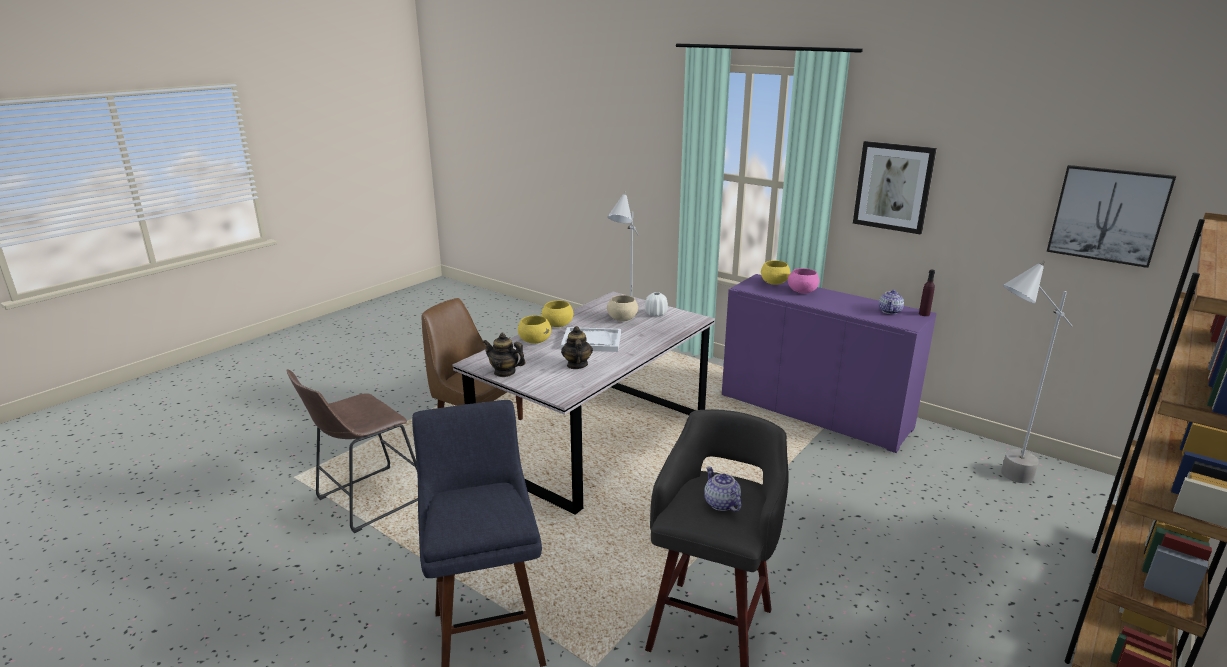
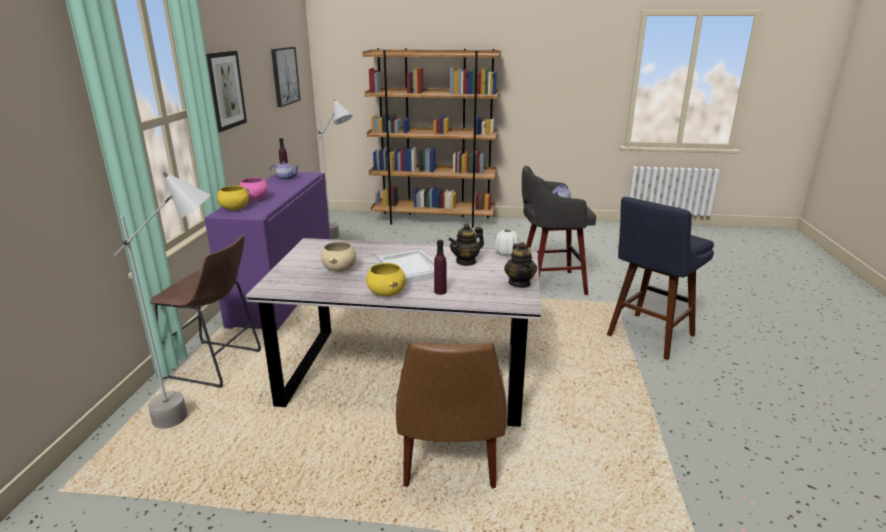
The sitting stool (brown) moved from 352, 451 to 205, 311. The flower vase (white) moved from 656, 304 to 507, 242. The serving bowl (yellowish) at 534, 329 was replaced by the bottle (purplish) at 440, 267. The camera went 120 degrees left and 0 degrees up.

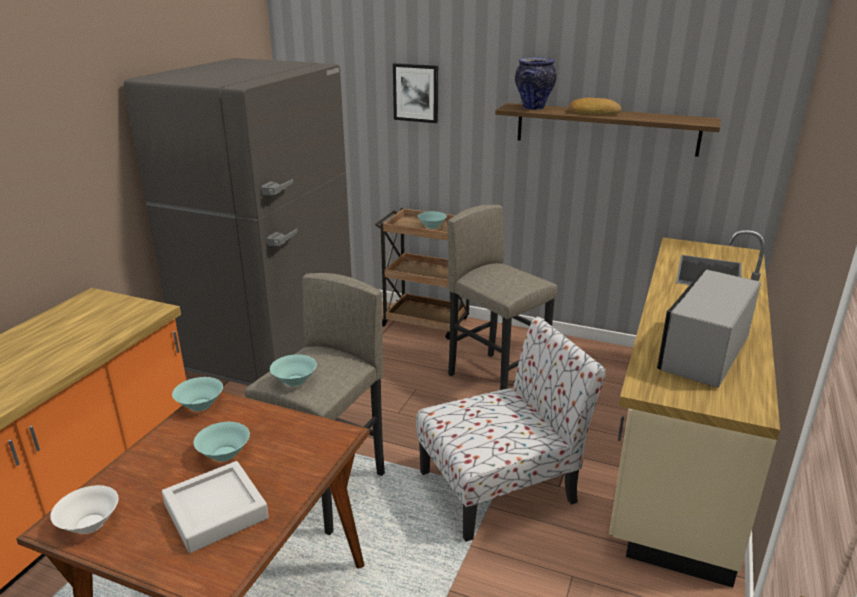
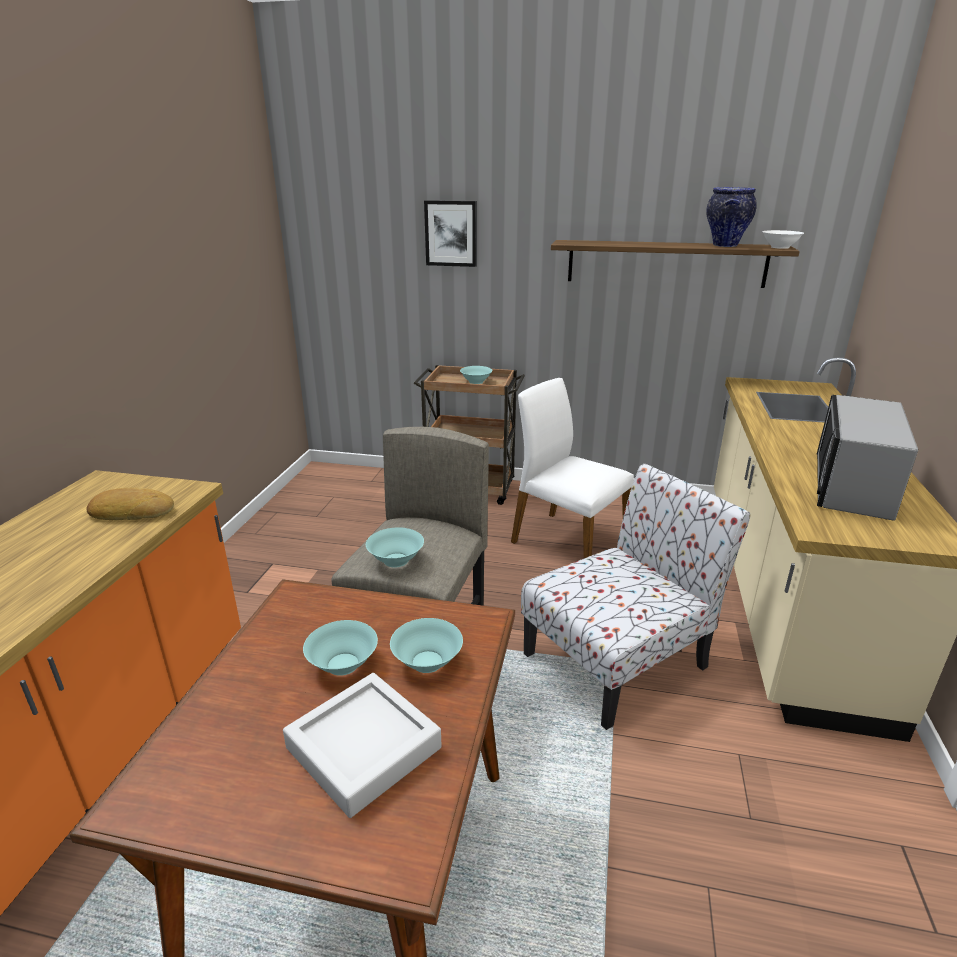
The fridge (gray) at 237, 222 disappeared. The serving bowl (white) moved from 84, 509 to 783, 239. The serving bowl (turquoise) moved from 197, 394 to 426, 645. The flower vase moved from 535, 83 to 731, 217. The bread moved from 594, 106 to 130, 504. The sitting stool (gray) at 503, 297 was replaced by the plain chair (white) at 572, 468. The camera went 10 degrees left and 0 degrees up.

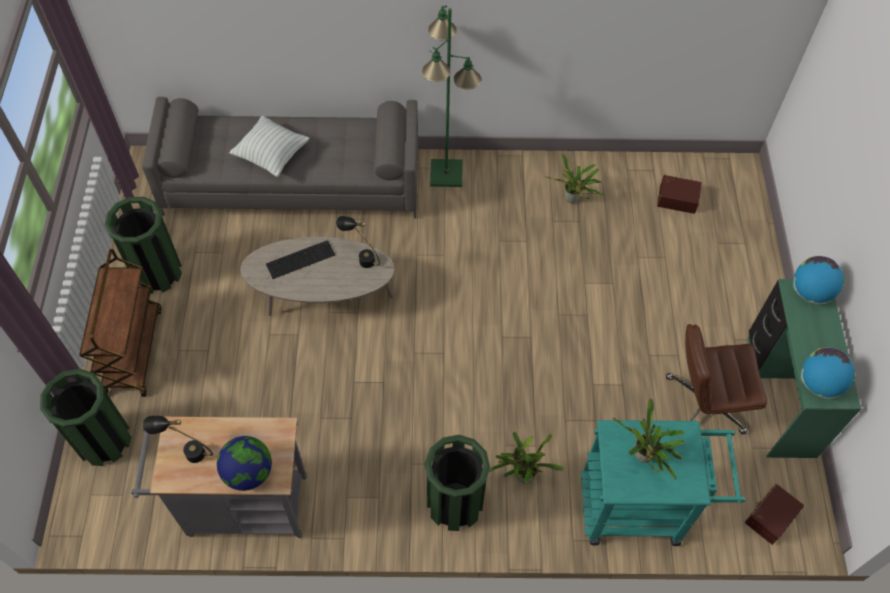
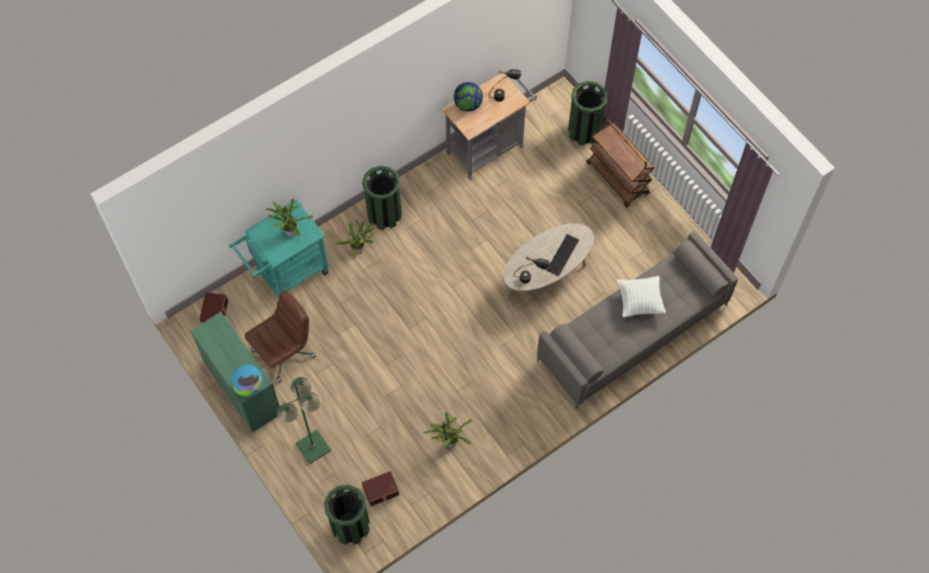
The world globe at 828, 373 disappeared. The waste bin (green-coloured) moved from 143, 245 to 347, 515. The standard lamp (green-coloured) moved from 451, 96 to 304, 421. The camera went 145 degrees right and 5 degrees up.

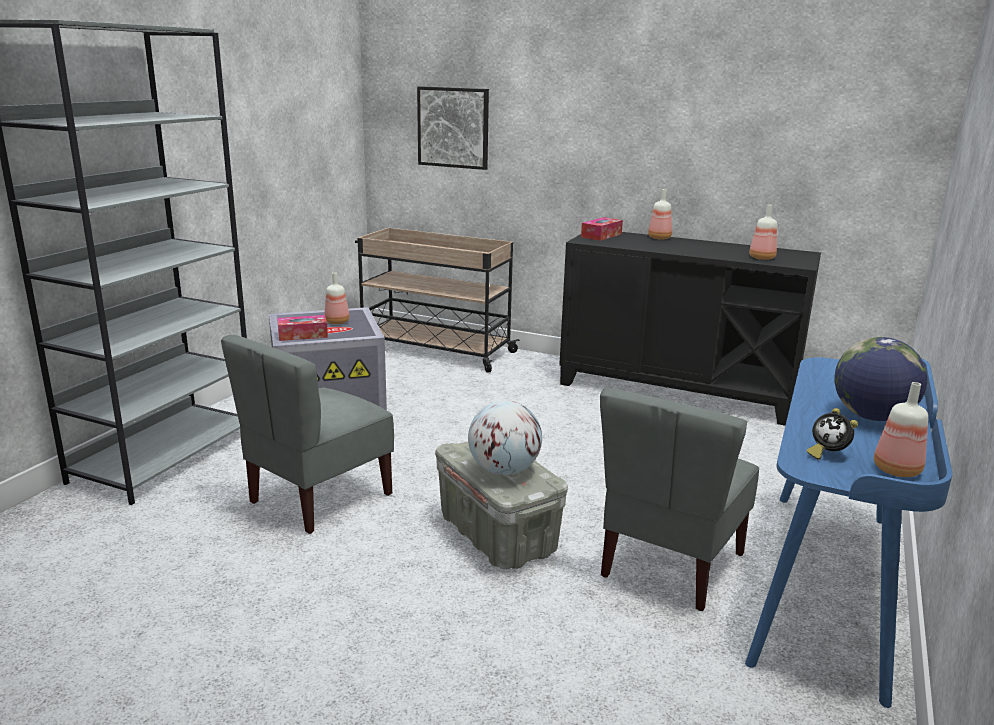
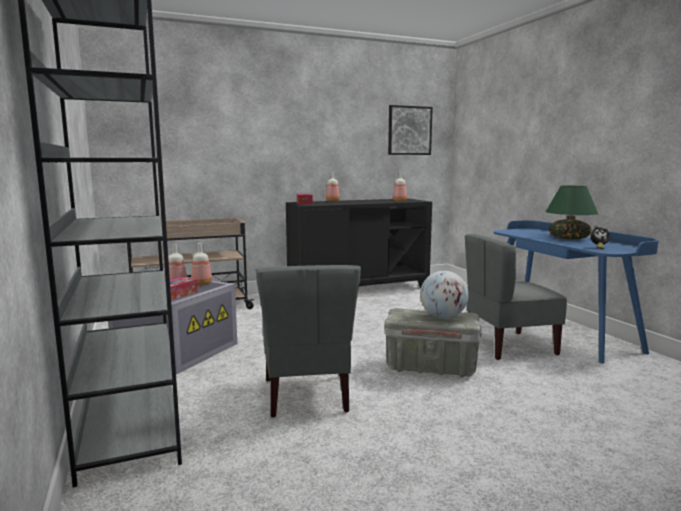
The wall picture moved from 453, 128 to 410, 130. The bottle moved from 901, 429 to 201, 264. The world globe at 880, 379 was replaced by the lamp for a table (green-coloured) at 571, 213. The plain chair (gray) at 679, 499 turned 90 degrees clockwise. The camera went 45 degrees left and 10 degrees down.

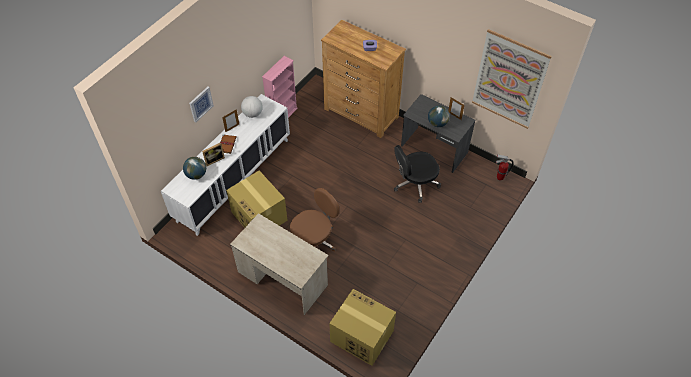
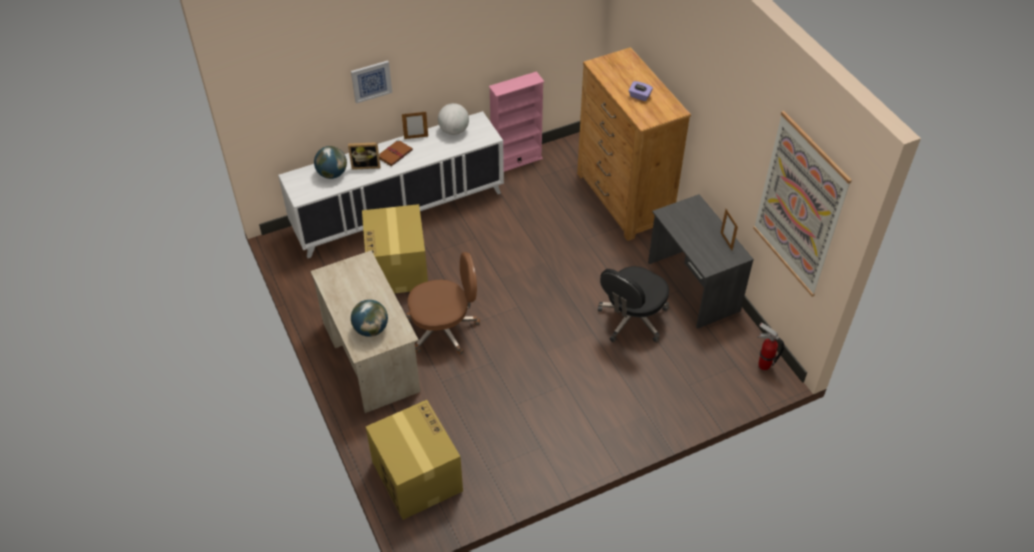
The world globe moved from 439, 116 to 369, 318. The desk chair (black) at 417, 174 turned 60 degrees counterclockwise. The camera went 30 degrees right and 5 degrees down.

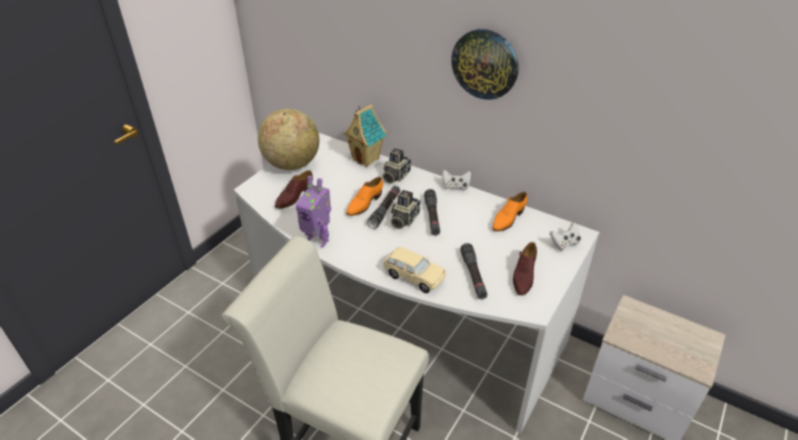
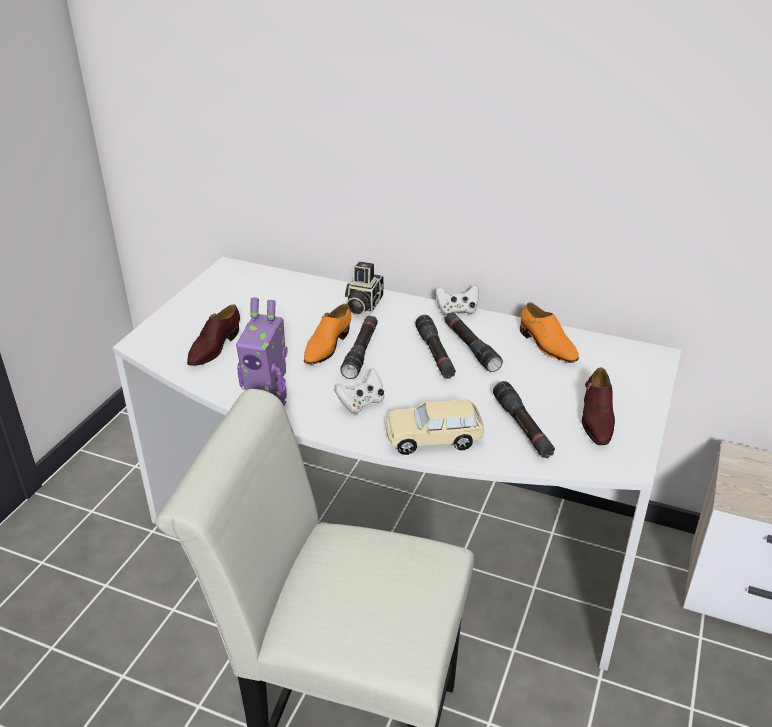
The world globe at 288, 139 disappeared. The toy house at 365, 135 disappeared. The photo camera at 405, 209 disappeared. The hanging clock at 485, 64 disappeared. The hand torch (black) at 473, 342 appeared. The game controller (white) moved from 565, 236 to 359, 391. The toy car (beige-coloured) at 414, 270 turned 150 degrees clockwise. The low shoe (orangey) at 509, 211 turned 60 degrees counterclockwise. The camera went 10 degrees left and 5 degrees down.

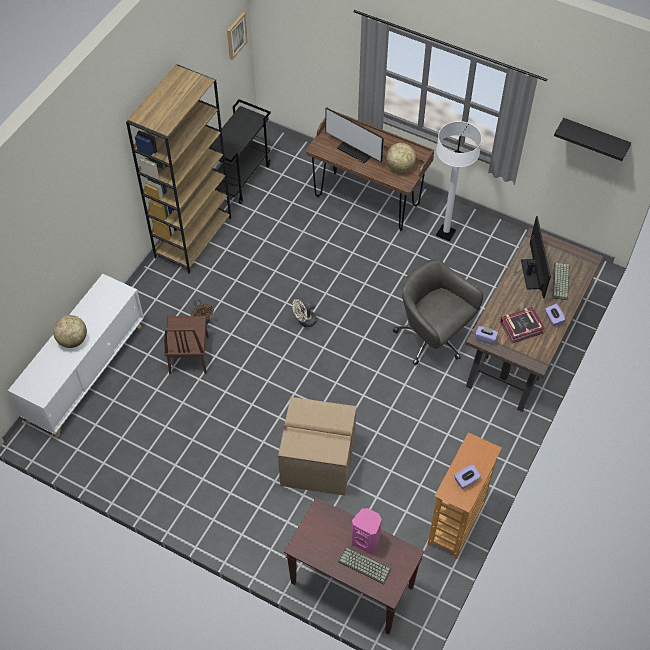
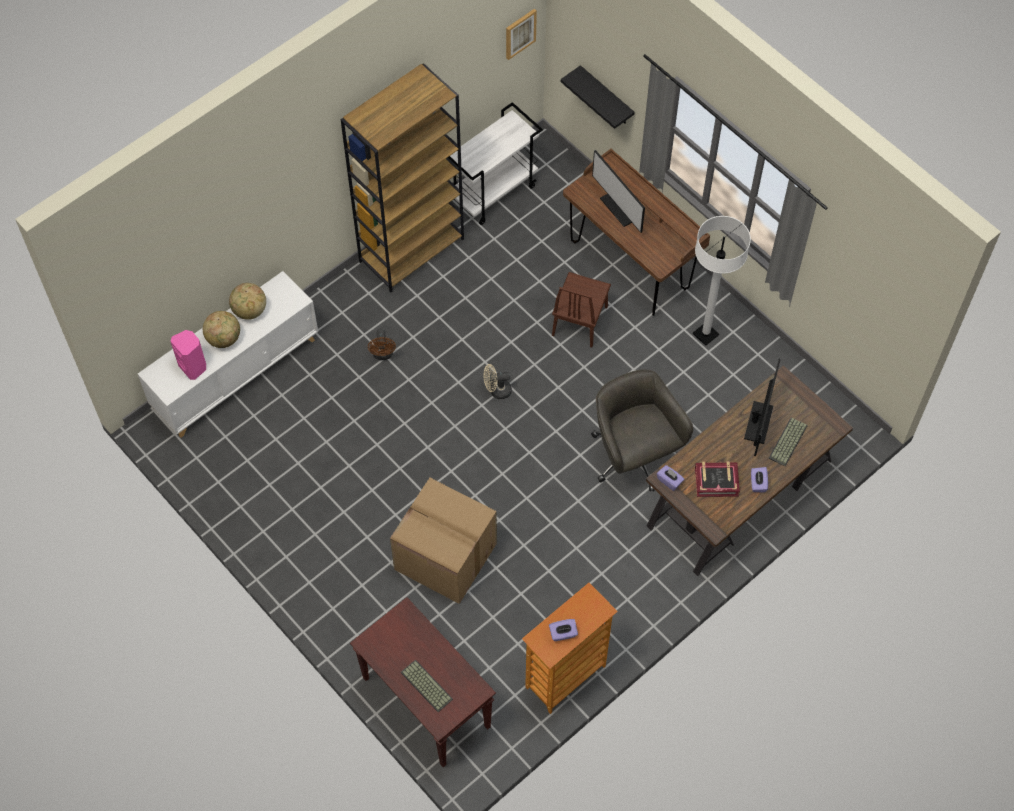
The plain chair (brown) moved from 186, 345 to 581, 310. The audio speaker (pink-coloured) moved from 366, 531 to 188, 355. The world globe moved from 401, 158 to 247, 301. The wall shelf (black) moved from 592, 139 to 598, 97. The trolley (black) at 240, 151 became the trolley (white) at 495, 163. The camera went 20 degrees right and 5 degrees up.

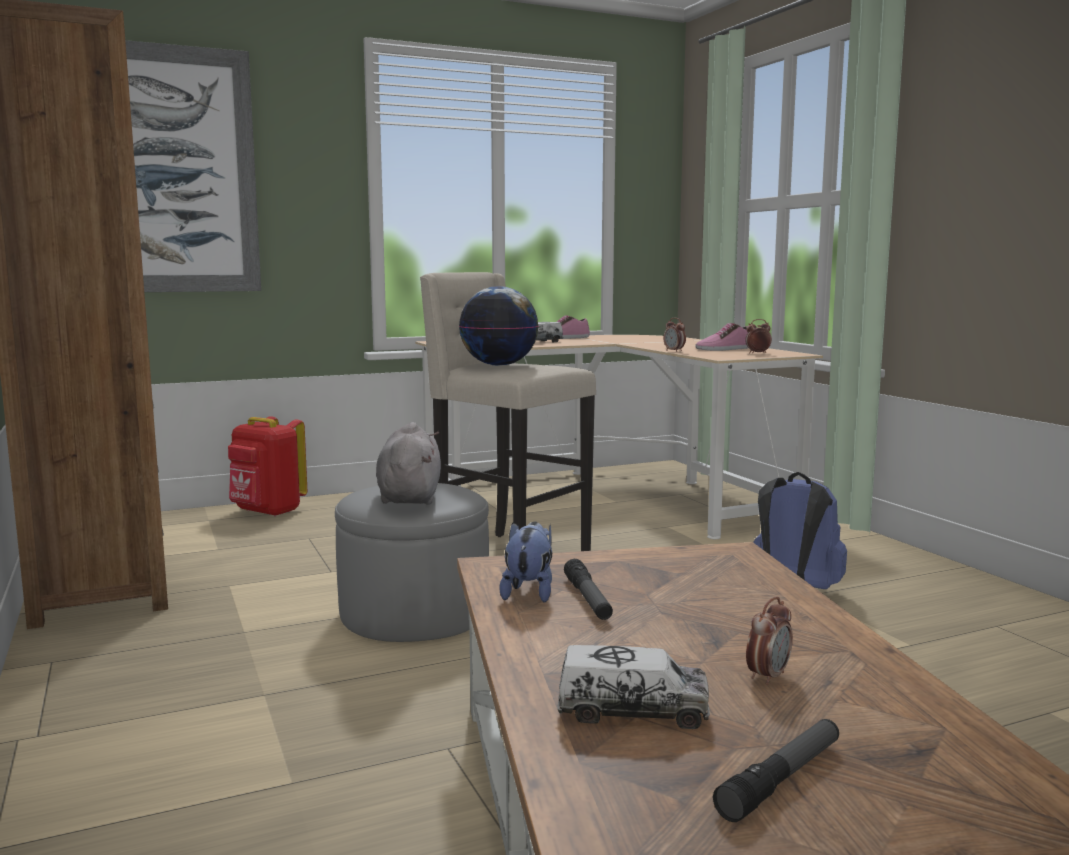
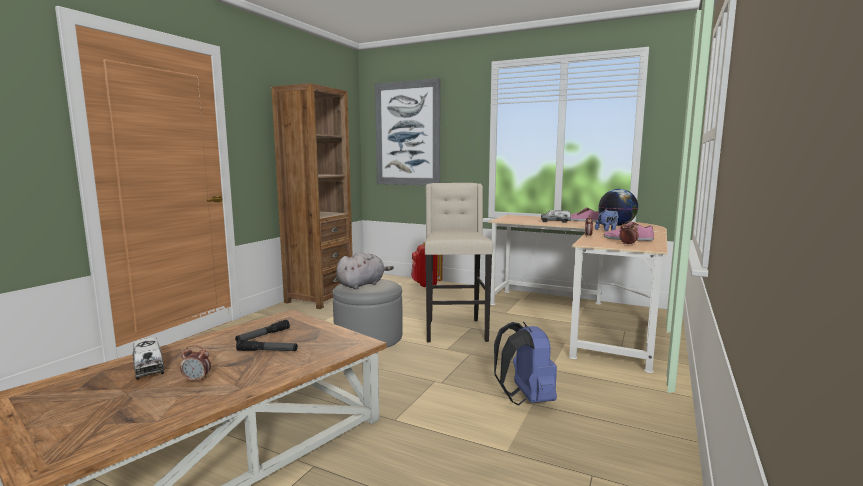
The world globe moved from 499, 326 to 618, 207. The plush toy moved from 525, 562 to 607, 220. The hand torch moved from 776, 770 to 267, 345. The camera went 50 degrees right and 0 degrees up.

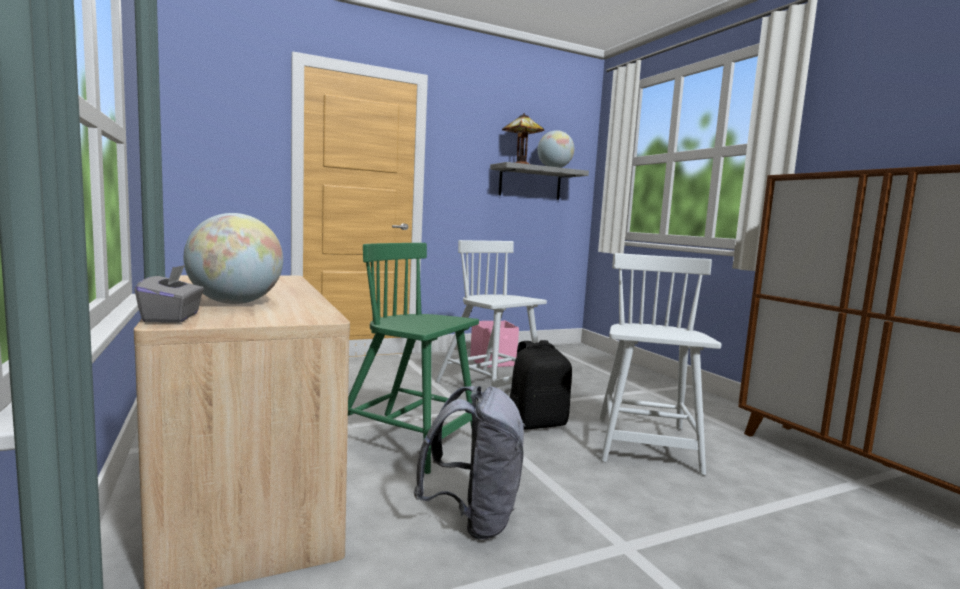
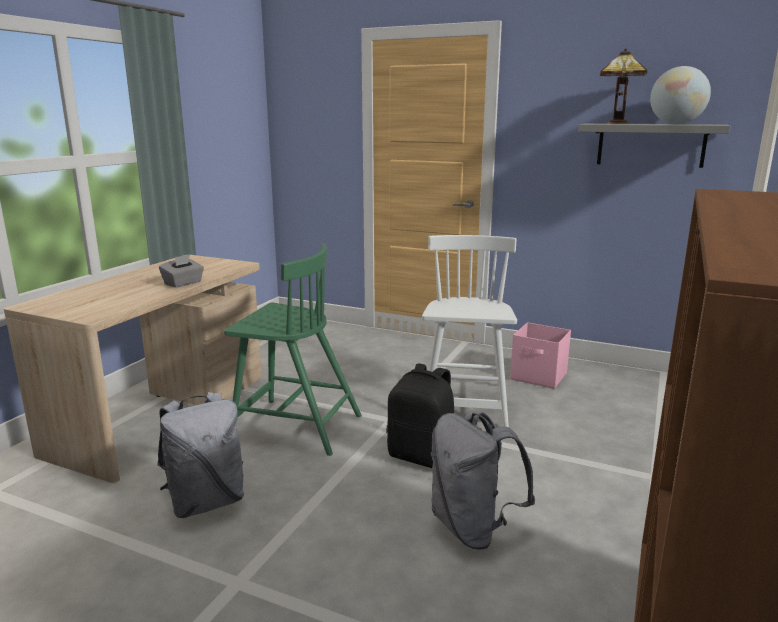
The world globe at 233, 258 disappeared. The tissue holder (gray) moved from 169, 294 to 181, 271. The plain chair (white) at 660, 364 was replaced by the rucksack (gray) at 483, 480. The plain chair (green-coloured) at 413, 358 turned 120 degrees clockwise. The camera went 50 degrees right and 10 degrees up.

